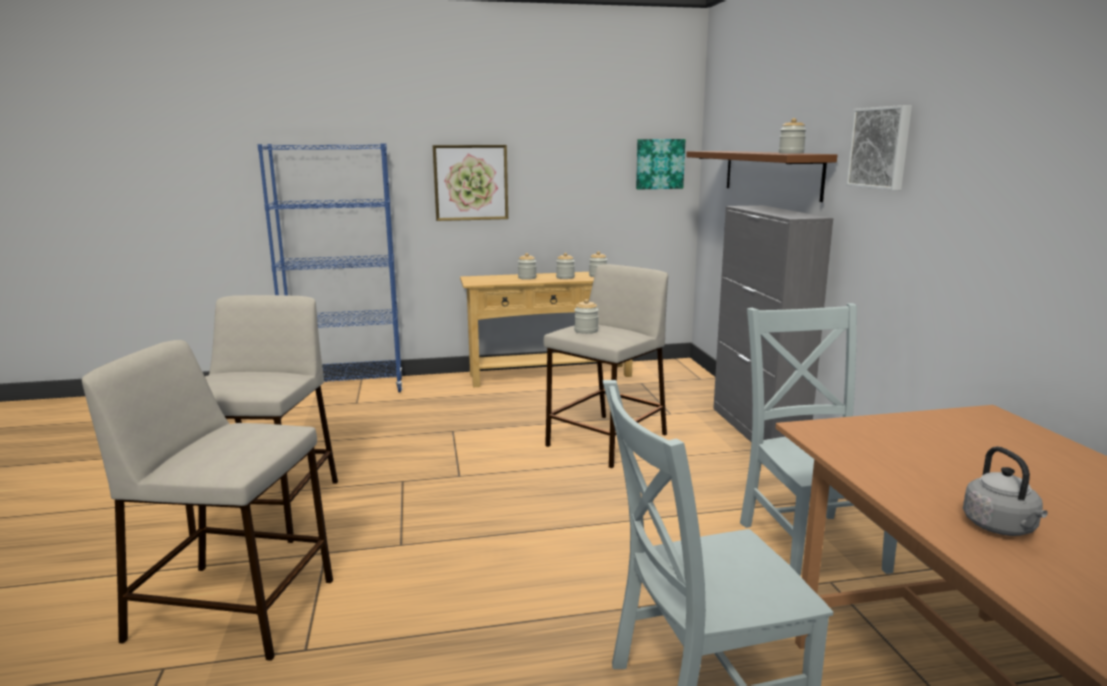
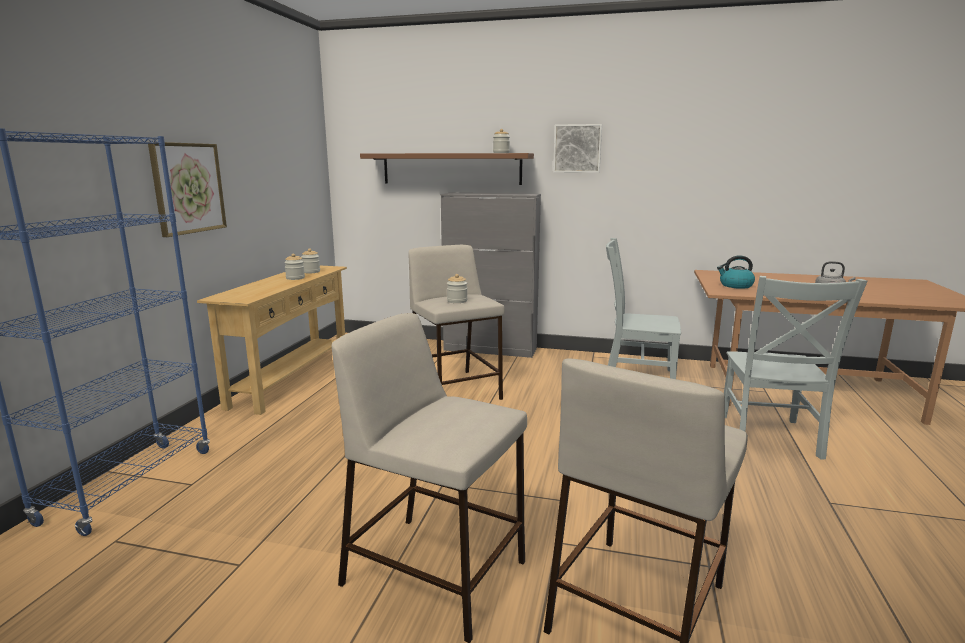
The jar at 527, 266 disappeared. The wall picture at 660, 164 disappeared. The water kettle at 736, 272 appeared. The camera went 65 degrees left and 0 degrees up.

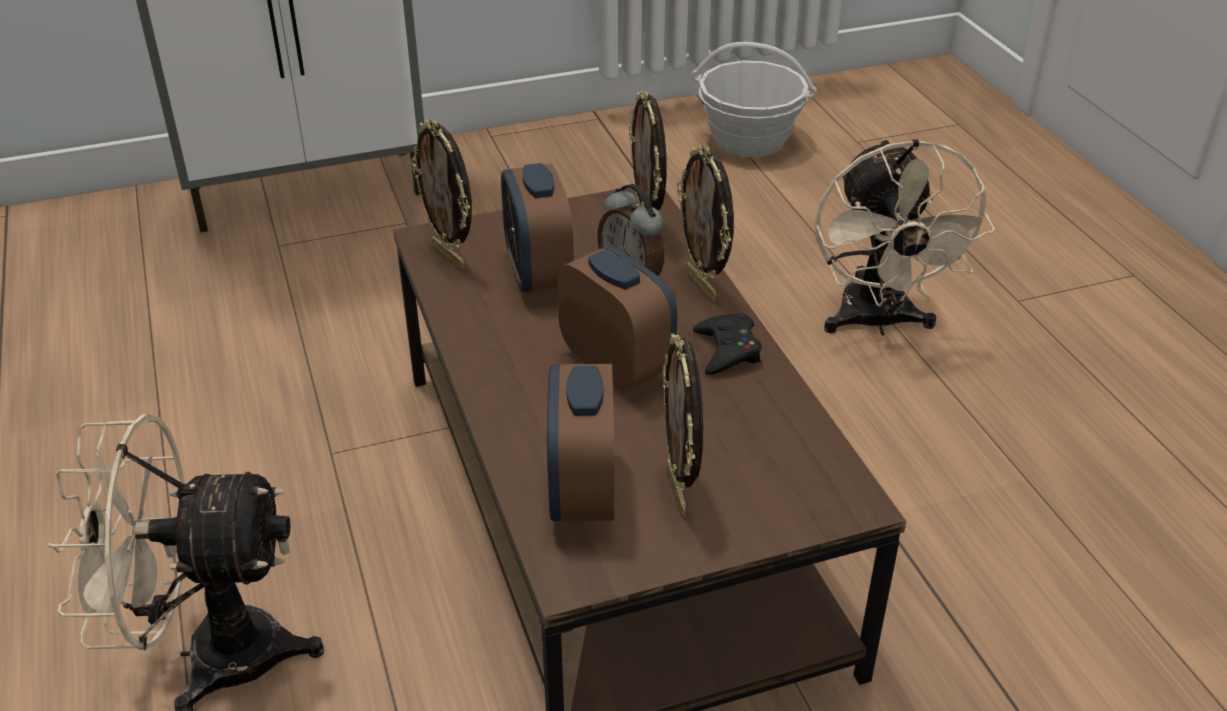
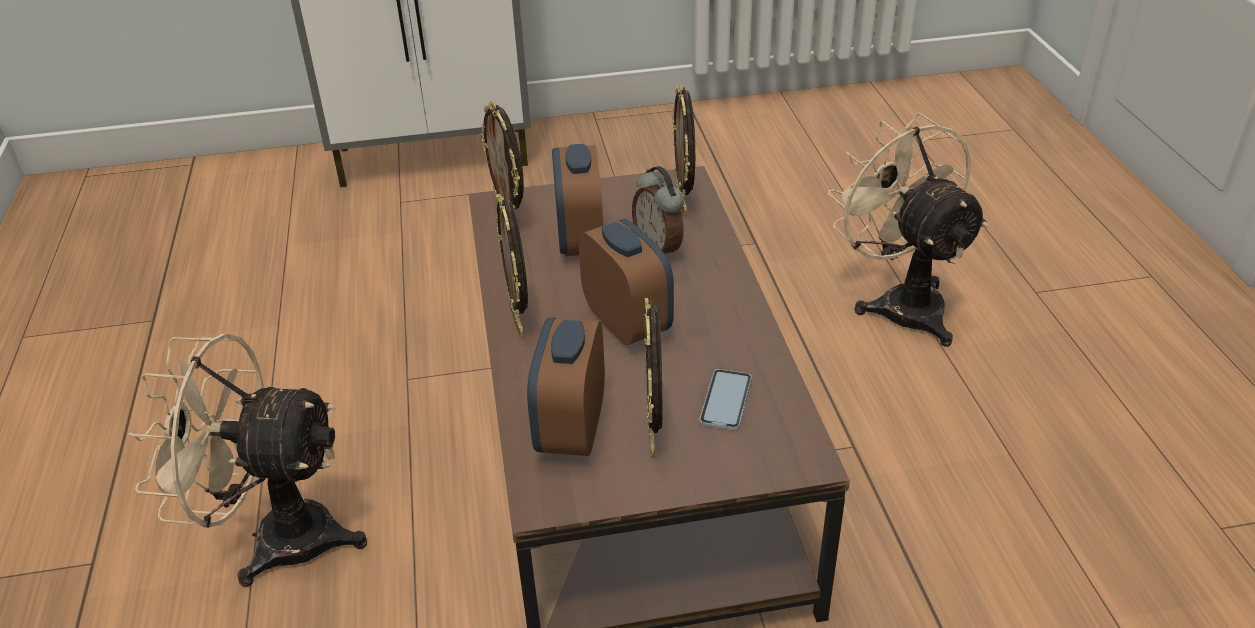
The storage basket at 754, 99 disappeared. The game controller (black) at 727, 344 disappeared. The telephone at 725, 399 appeared. The picture frame moved from 705, 223 to 512, 266. The cooling fan (beige-coloured) at 905, 237 turned 150 degrees clockwise. The camera went 10 degrees right and 0 degrees up.

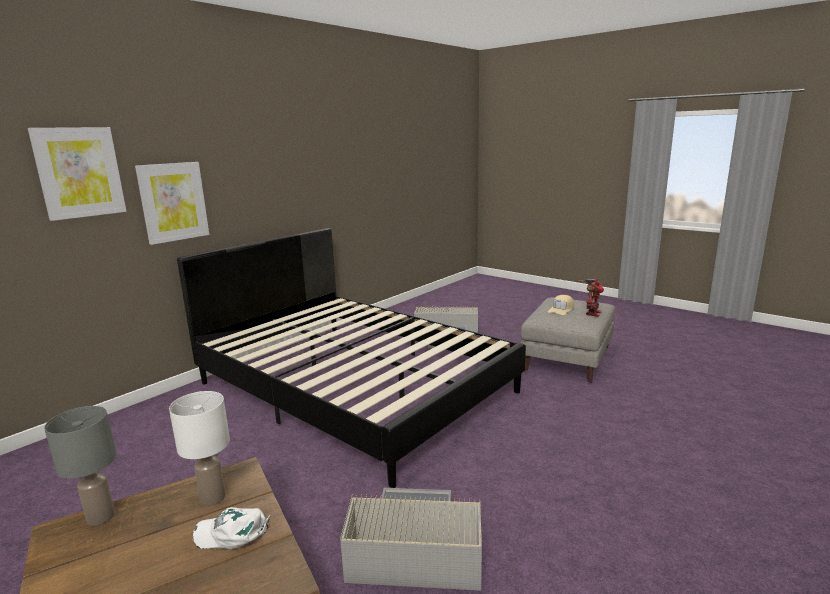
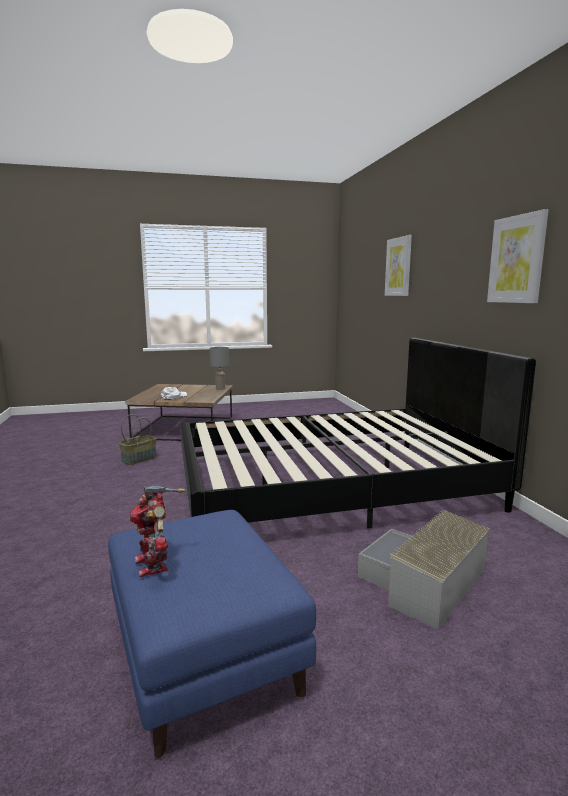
The lamp for a table (white) at 199, 448 disappeared. The peaked cap (beige-coloured) at 561, 305 disappeared. The wall picture moved from 172, 203 to 518, 256. The storage bin (gray) at 411, 539 was replaced by the storage basket at 138, 439. The pouffe (gray) at 568, 340 became the pouffe (blue-coloured) at 212, 634. The camera went 125 degrees right and 5 degrees down.

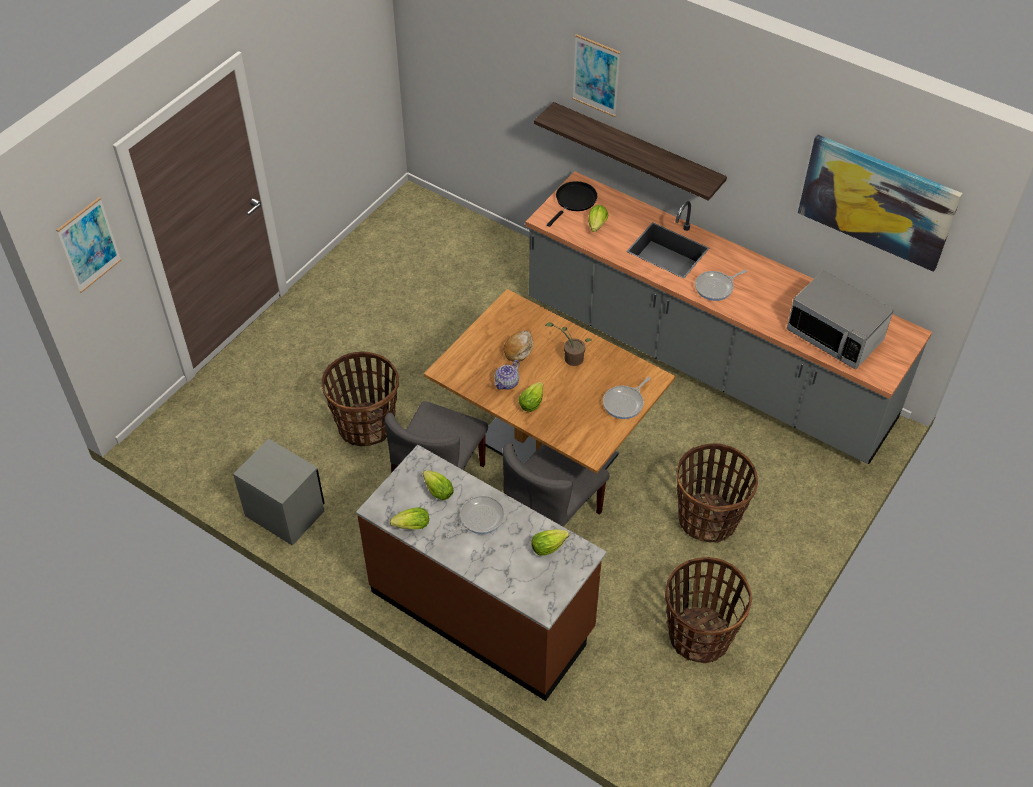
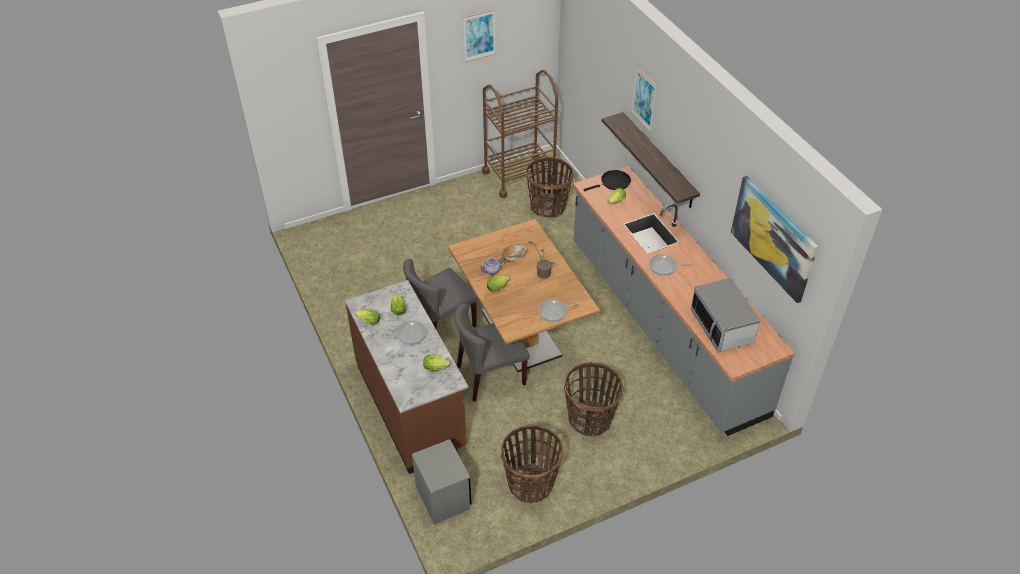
The trolley (brown) at 520, 134 appeared. The wall picture moved from 88, 245 to 479, 35. The night table (gray) moved from 279, 492 to 442, 481. The storage basket moved from 360, 399 to 549, 187. The camera went 30 degrees right and 5 degrees down.

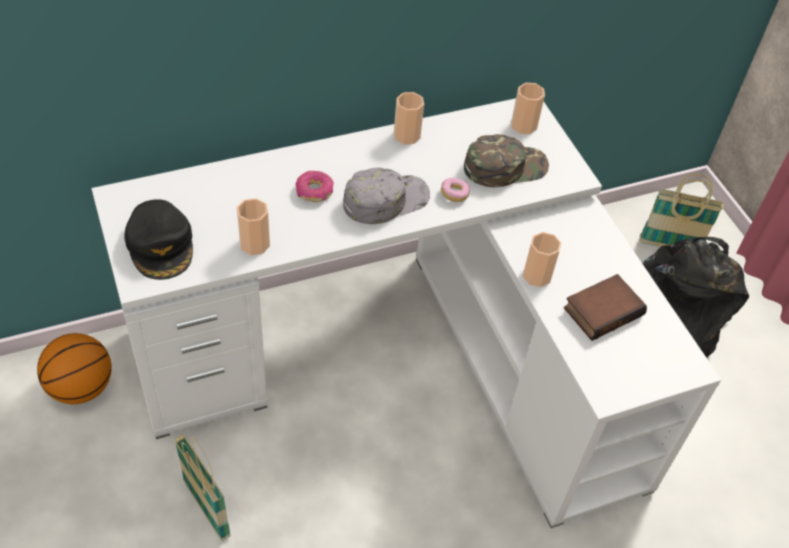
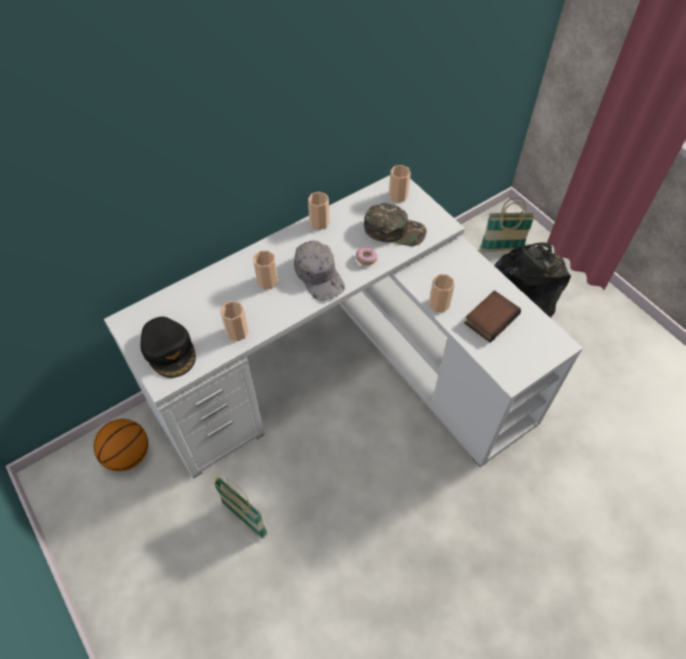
The ring doughnut at 314, 186 was replaced by the small cup at 266, 269. The peaked cap (gray) at 386, 195 turned 105 degrees clockwise. The peaked cap (green-coloured) at 506, 160 turned 45 degrees clockwise. The camera went 10 degrees left and 5 degrees up.

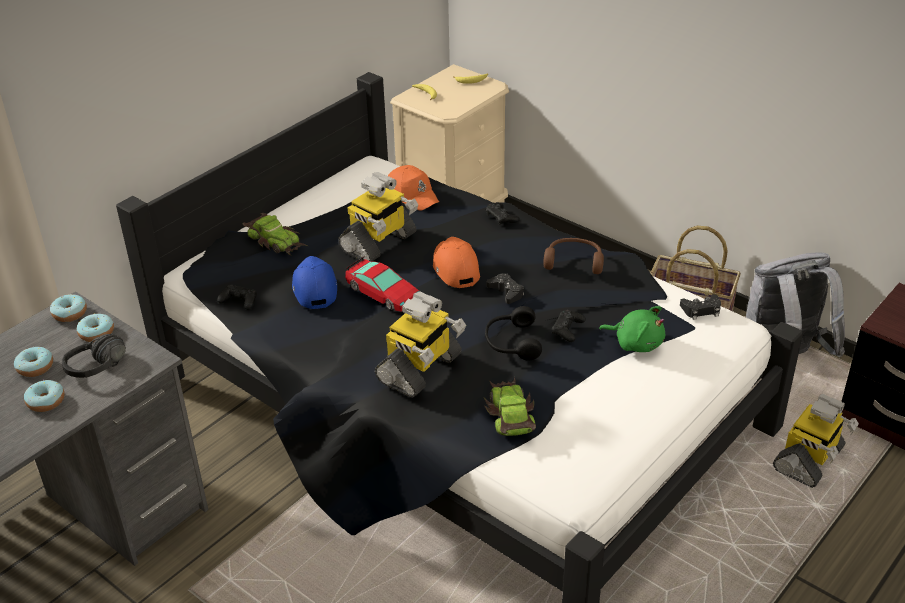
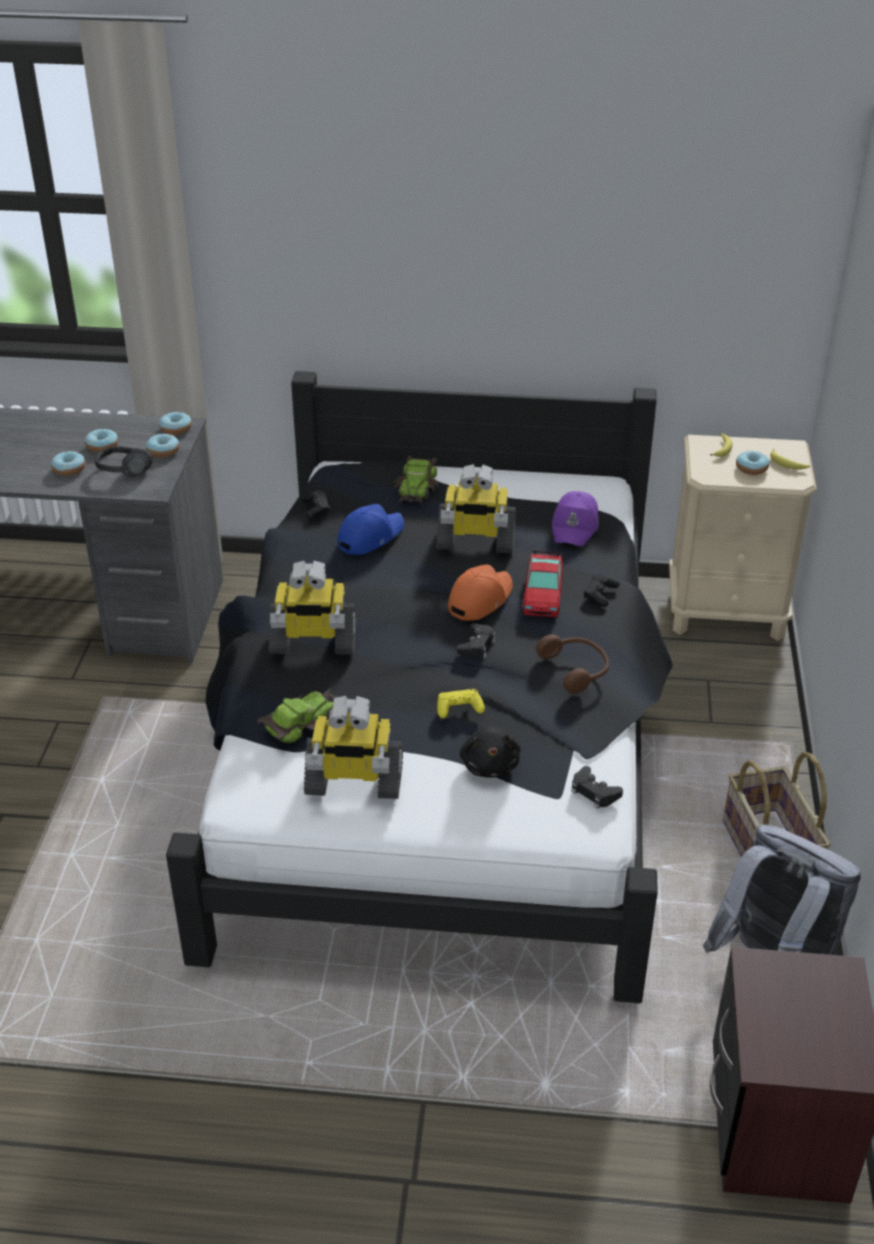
The headphones (black) at 513, 333 disappeared. The ring doughnut at 752, 463 appeared. The toy car moved from 382, 284 to 542, 584. The toy robot moved from 816, 441 to 353, 747. The peaked cap (orangey) at 413, 188 became the peaked cap (purplish) at 575, 519. The game controller (black) at 569, 326 became the game controller (yellowish) at 461, 703. The plush toy (green-coloured) at 632, 329 became the plush toy (black) at 490, 752. The camera went 55 degrees right and 0 degrees up.

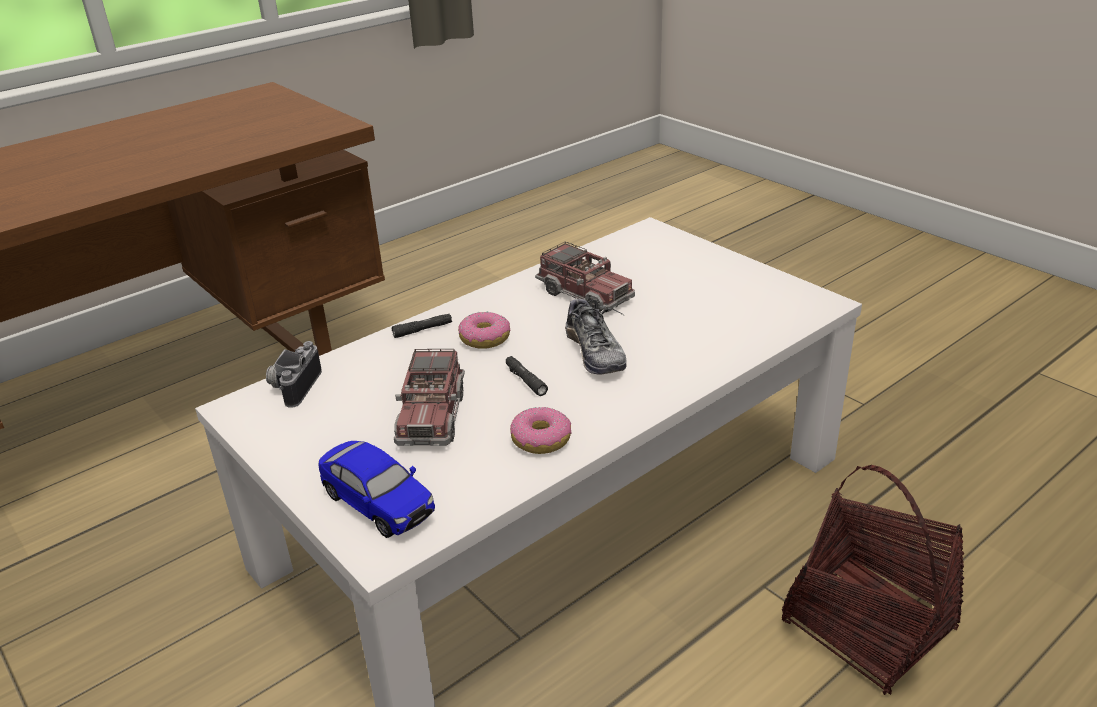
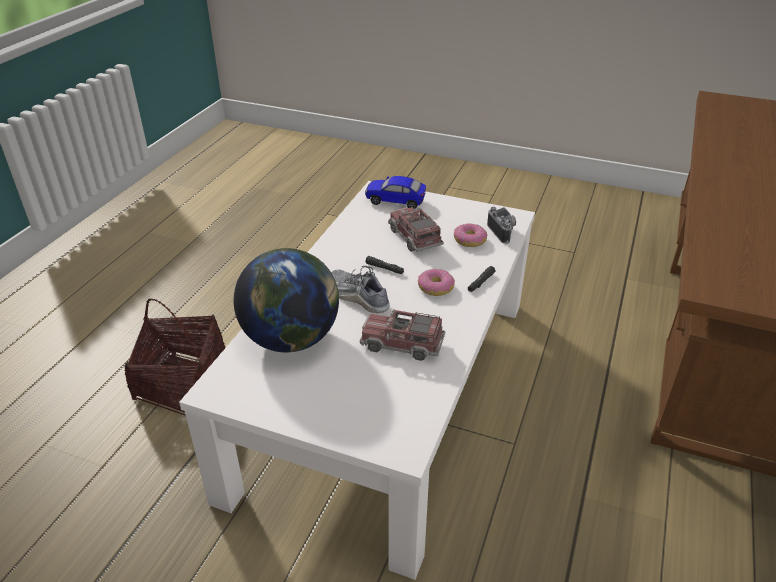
The world globe at 286, 300 appeared. The ring doughnut moved from 541, 430 to 471, 235. The camera went 150 degrees right and 5 degrees up.

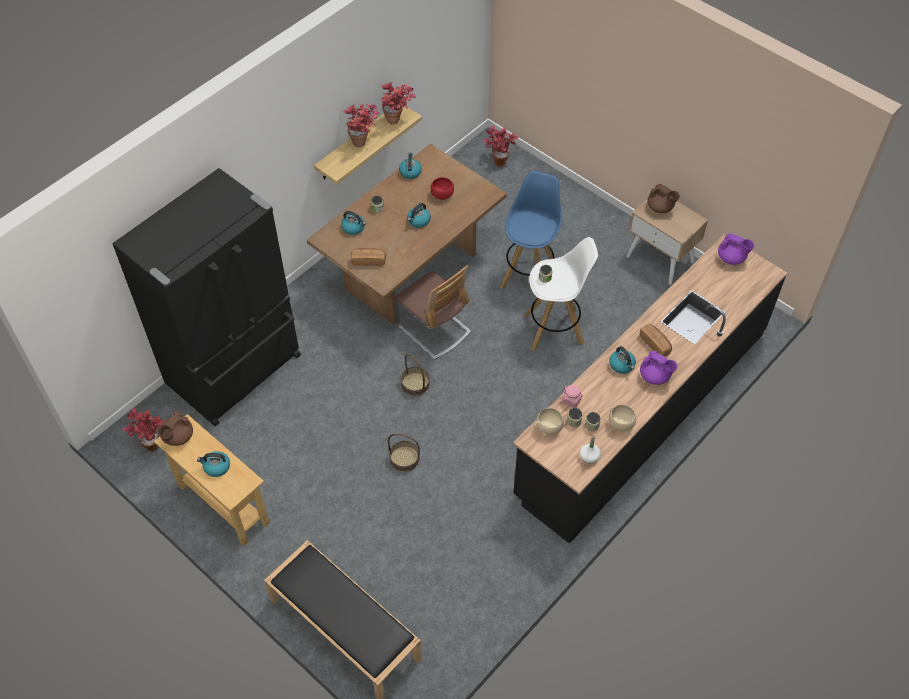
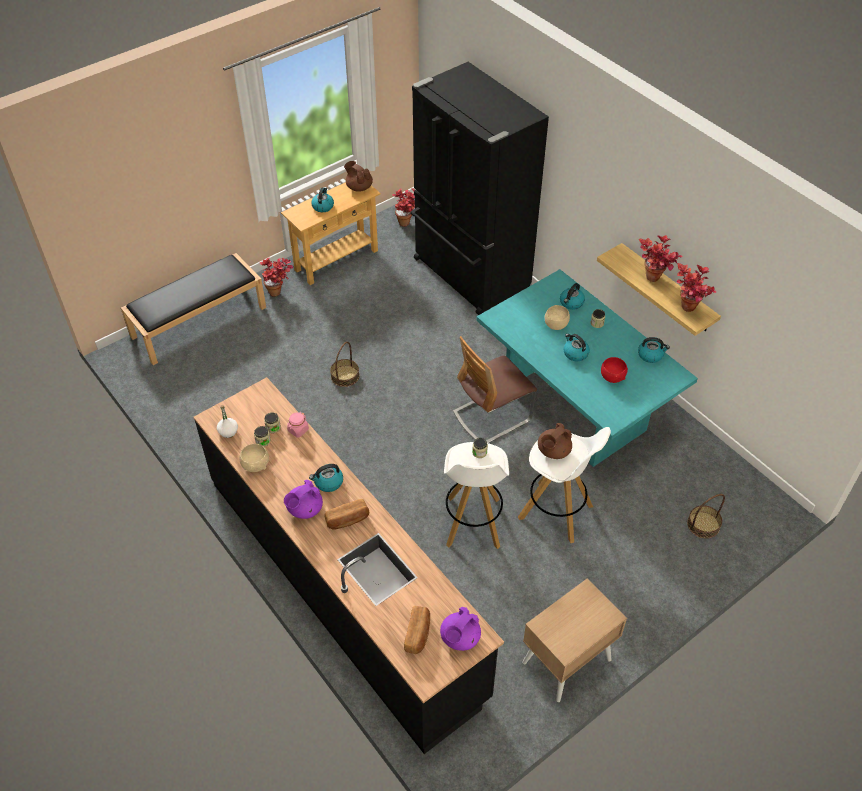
The bread moved from 368, 257 to 417, 630. The storage basket moved from 415, 375 to 706, 516. The potted plant moved from 500, 146 to 276, 277. The serving bowl (beige-coloured) moved from 550, 422 to 557, 317. The pot for tea (brown) moved from 663, 198 to 555, 441. The dinner table (brown) at 407, 234 became the dinner table (turquoise) at 587, 368. The sitting stool (blue-coloured) at 530, 230 became the sitting stool (white) at 564, 485. The camera went 100 degrees right and 5 degrees down.

